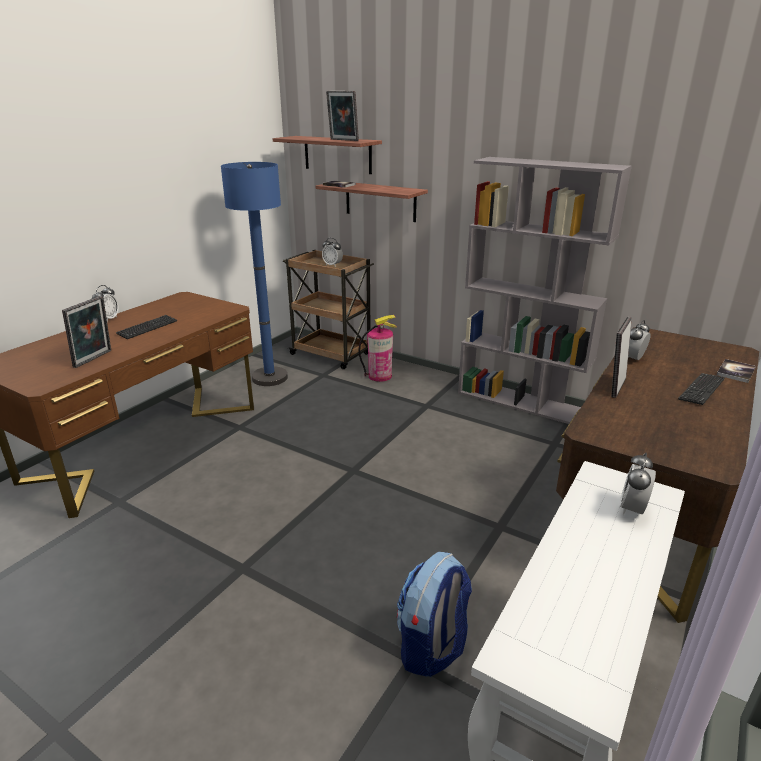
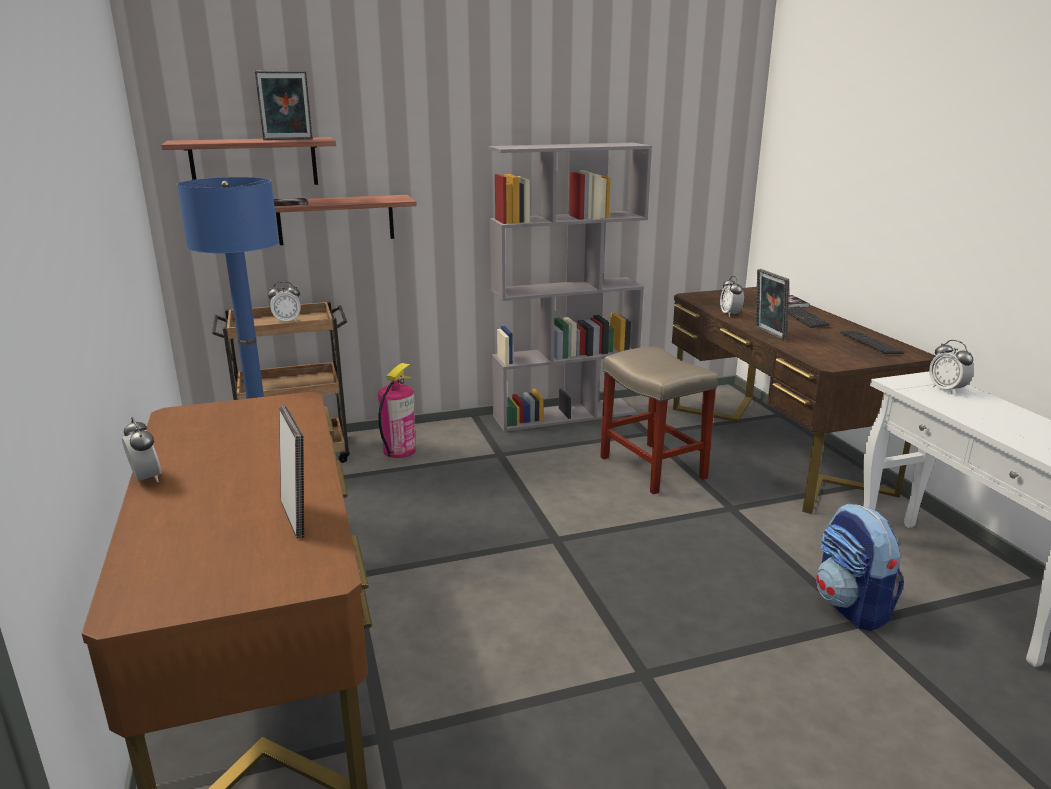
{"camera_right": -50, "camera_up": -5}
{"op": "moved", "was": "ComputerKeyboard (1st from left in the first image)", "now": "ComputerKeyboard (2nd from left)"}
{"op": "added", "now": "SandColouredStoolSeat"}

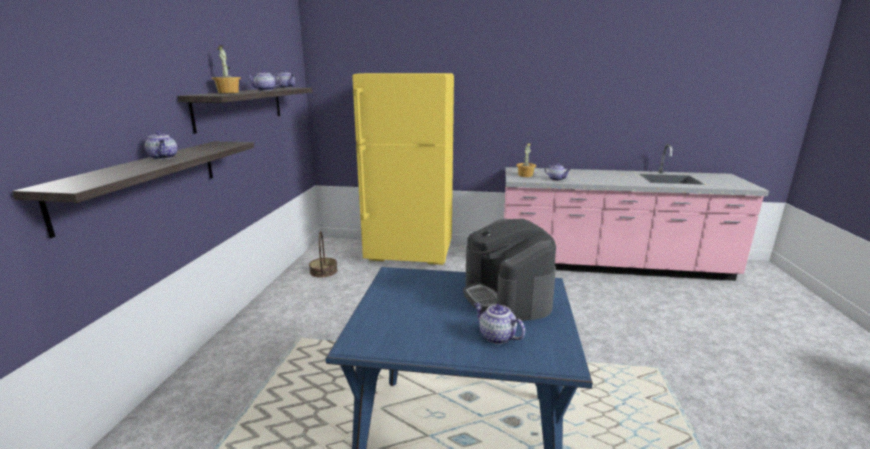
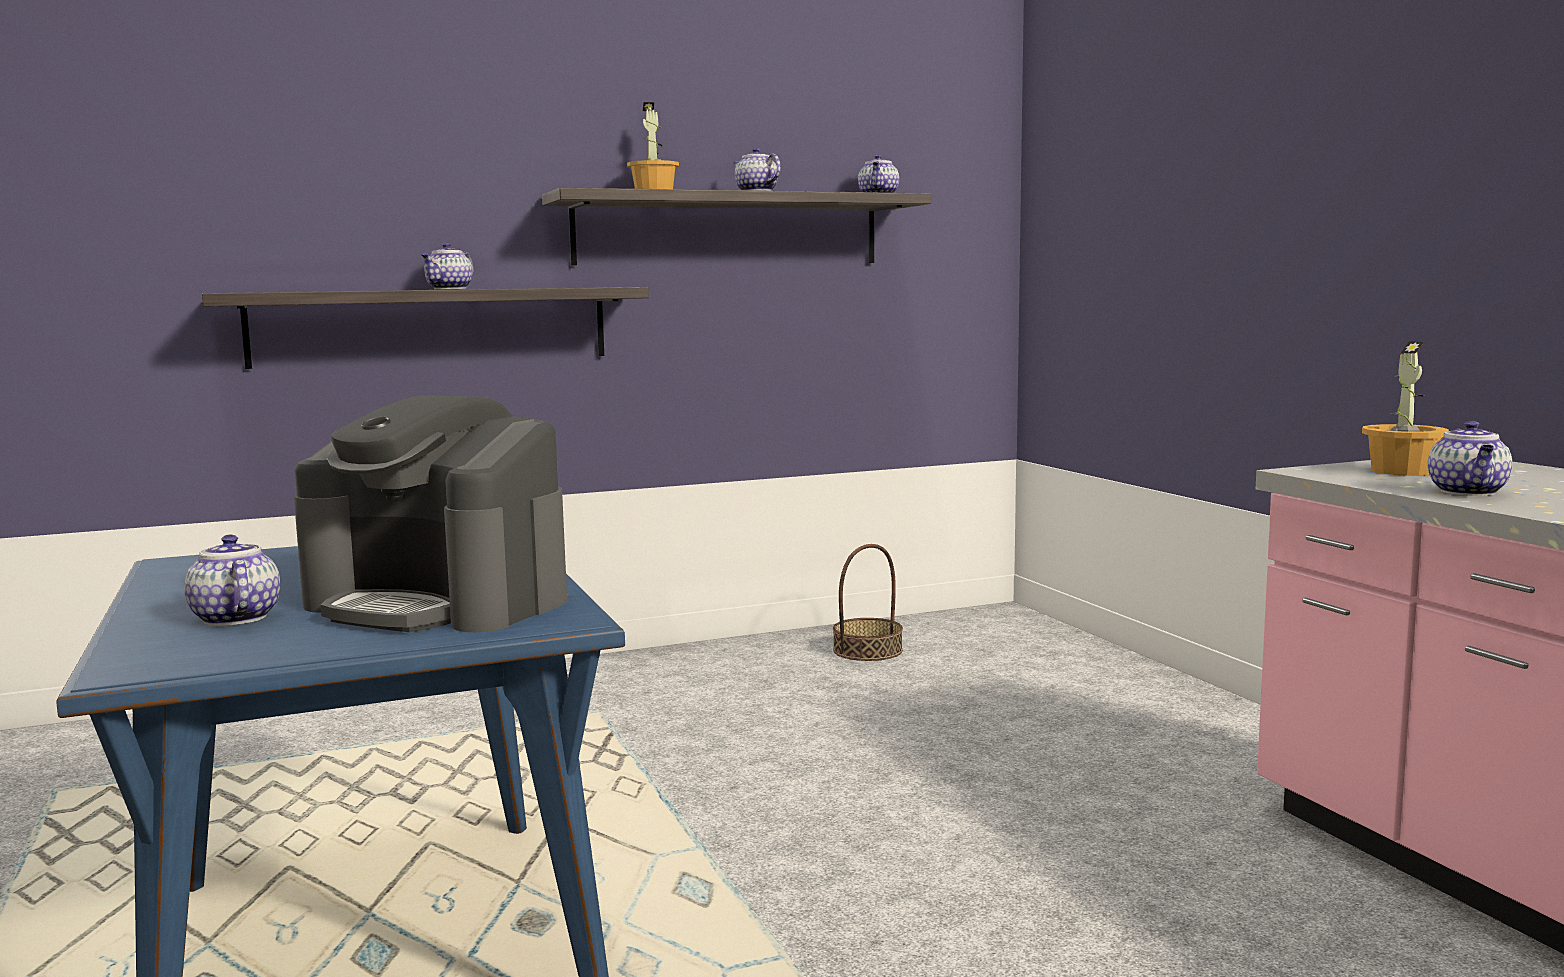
{"camera_right": 60, "camera_up": -10}
{"op": "removed", "was": "YellowColouredRefrigerator"}
{"op": "turned", "was": "CoffeeMachine", "clockwise": -105}
{"op": "turned", "was": "TeaPot (4th from left in the first image)", "clockwise": -45}

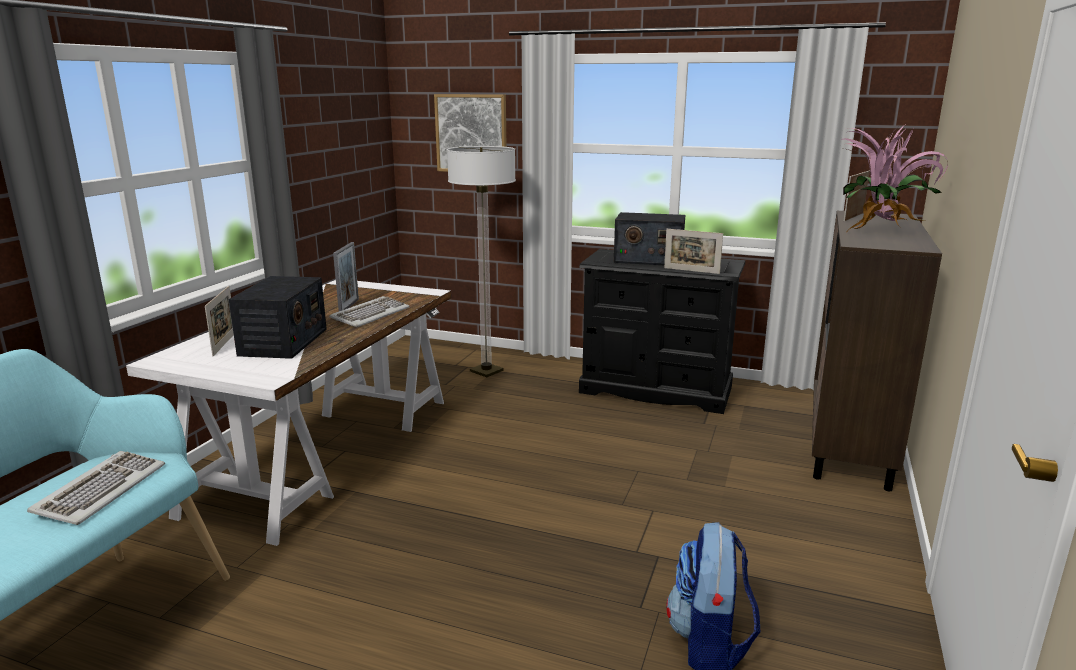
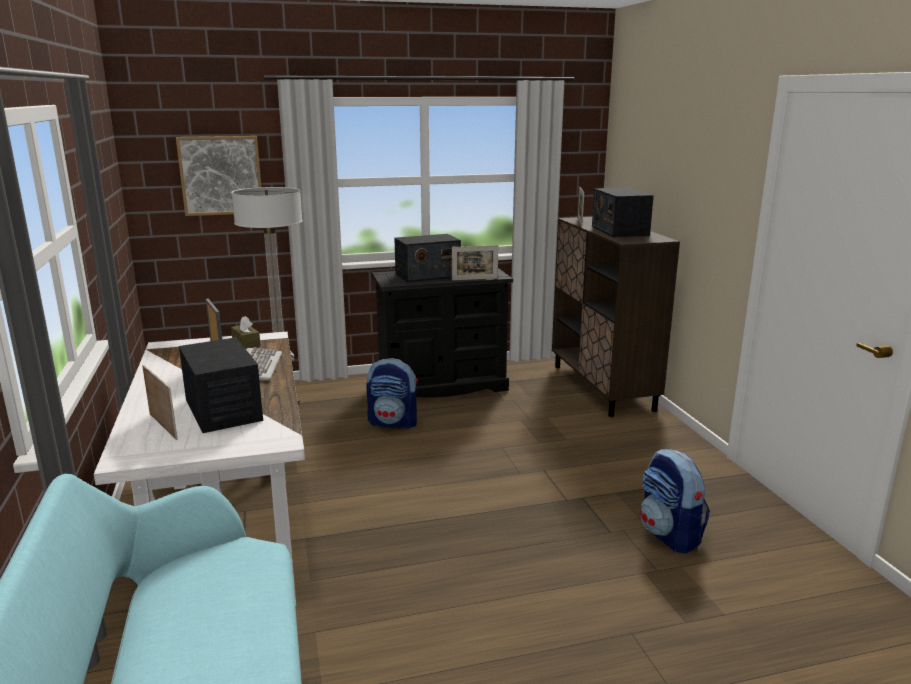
{"camera_right": -35, "camera_up": 0}
{"op": "replaced", "was": "PottedPlant", "now": "Radio (3rd from left)"}
{"op": "removed", "was": "ComputerKeyboard (1st from left)"}
{"op": "added", "now": "BrownColouredTissueBox"}
{"op": "added", "now": "Rucksack (1st from left)"}

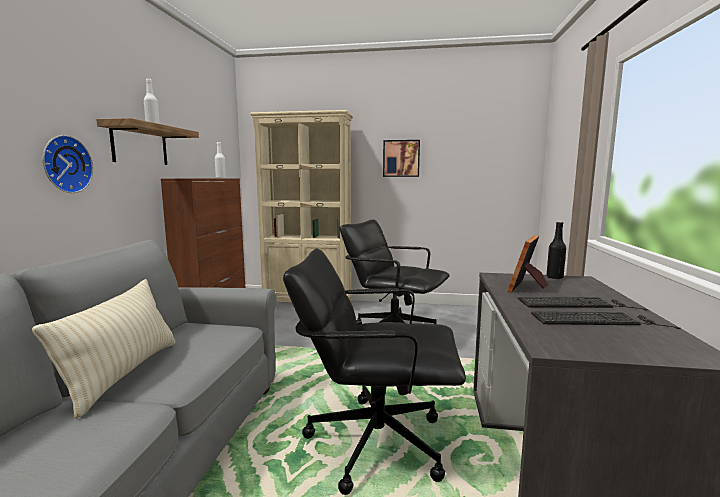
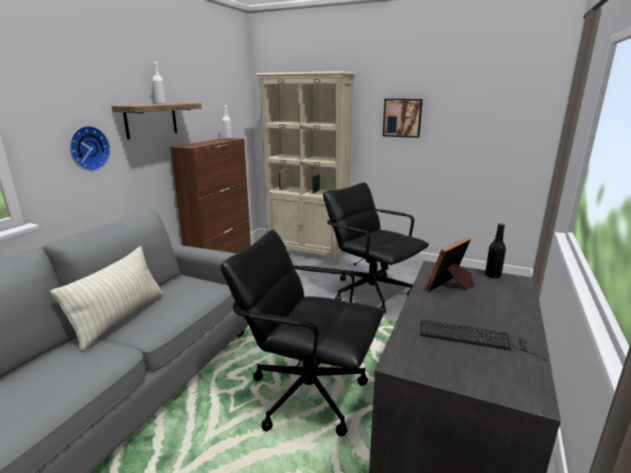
{"camera_right": 15, "camera_up": 10}
{"op": "removed", "was": "ComputerKeyboard (1st from left)"}

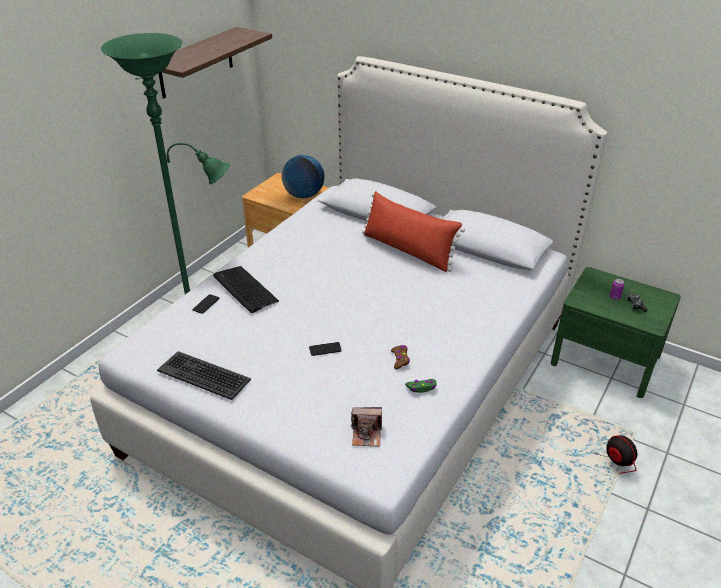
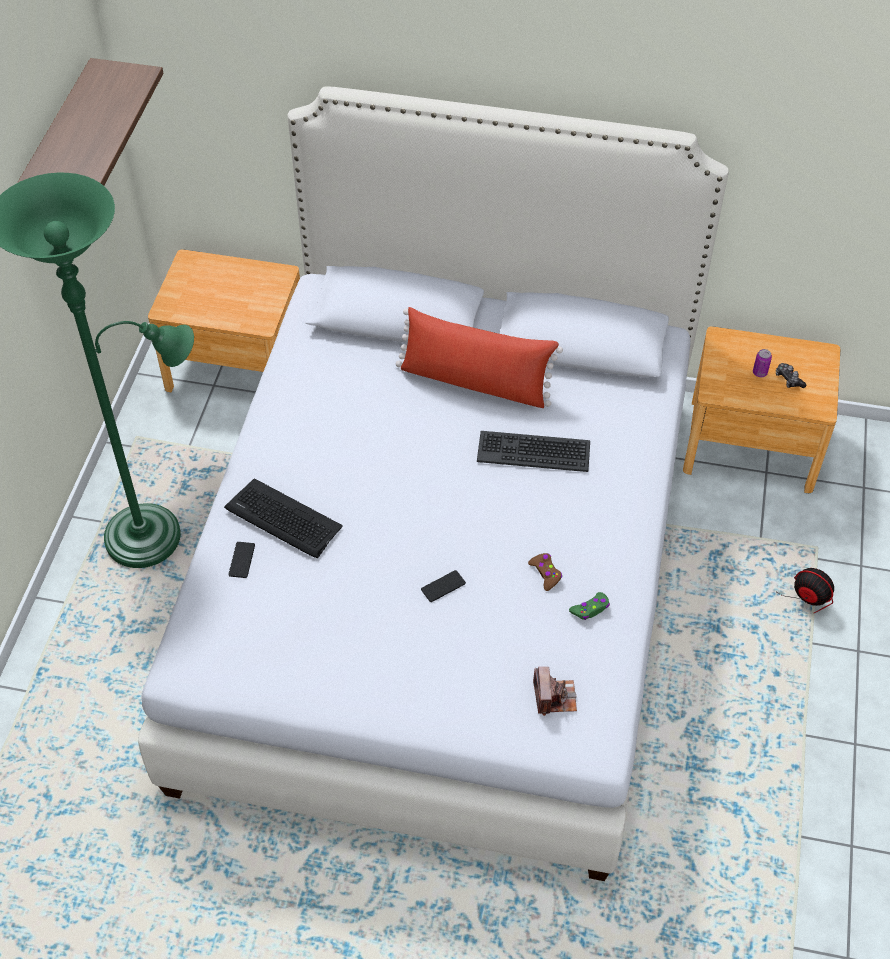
{"camera_right": -20, "camera_up": 15}
{"op": "removed", "was": "Globe"}
{"op": "recoloured", "was": "GreenColouredBedsideTable", "now": "BrownColouredBedsideTable (2nd from left)"}
{"op": "moved", "was": "ComputerKeyboard (1st from left in the first image)", "now": "ComputerKeyboard (2nd from left)"}
{"op": "turned", "was": "StillCamera", "clockwise": -75}

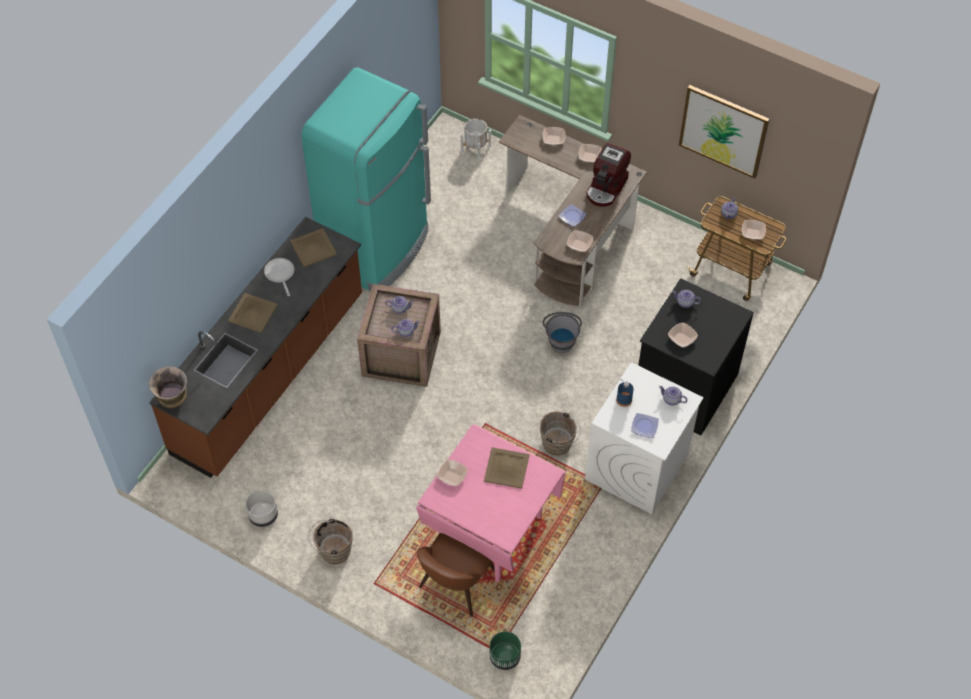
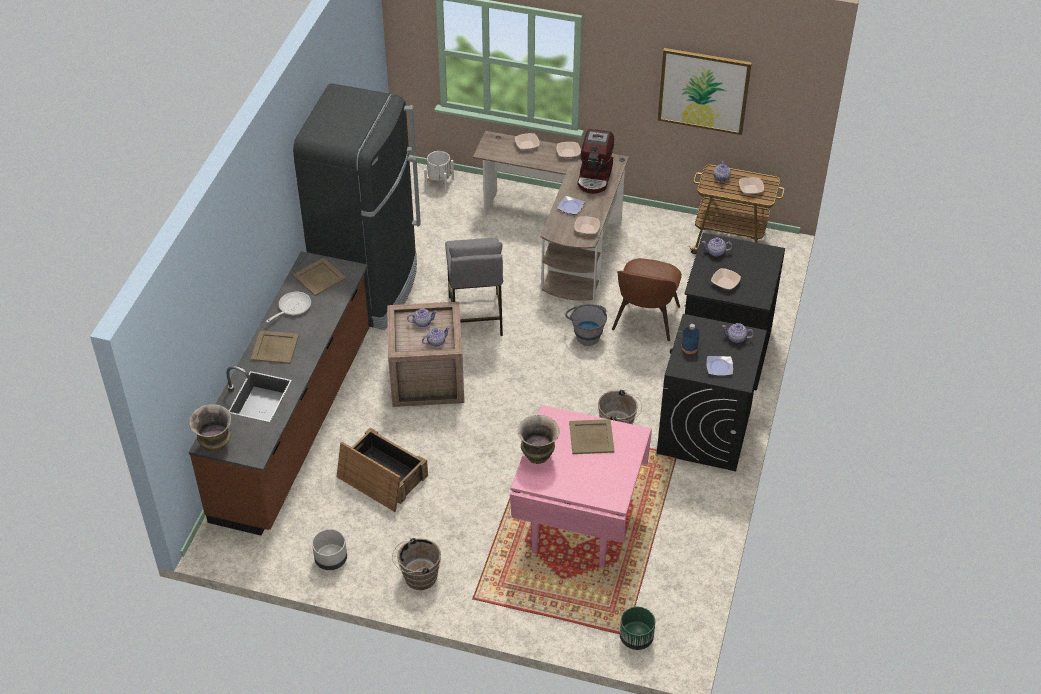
{"camera_right": -15, "camera_up": -10}
{"op": "recoloured", "was": "TurquoiseRefrigerator", "now": "BlackRefrigerator"}
{"op": "turned", "was": "Pan", "clockwise": 75}
{"op": "recoloured", "was": "WhitishLaundryMachine", "now": "BlackLaundryMachine"}
{"op": "replaced", "was": "DeepDish (1st from left)", "now": "FlowerVase (2nd from left)"}
{"op": "moved", "was": "BrownColouredChair"}
{"op": "added", "now": "GrayStoolSeat"}
{"op": "added", "now": "ShippingCrate (1st from left)"}

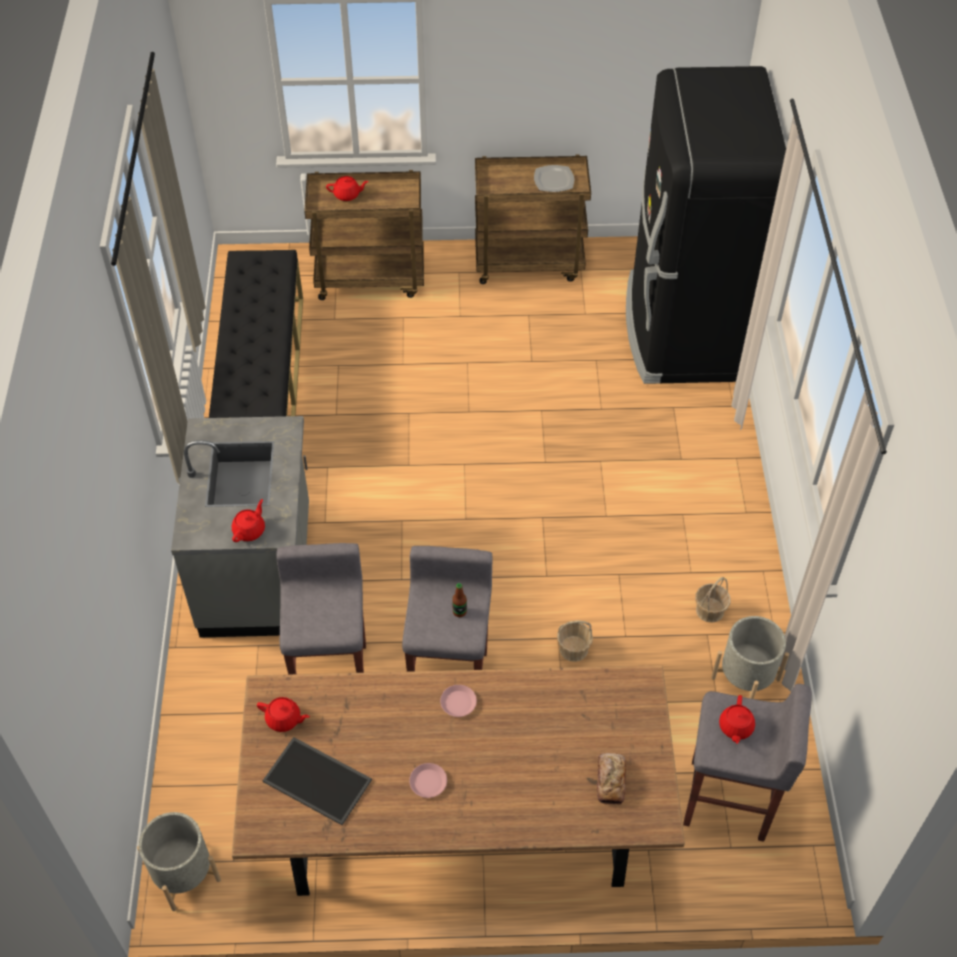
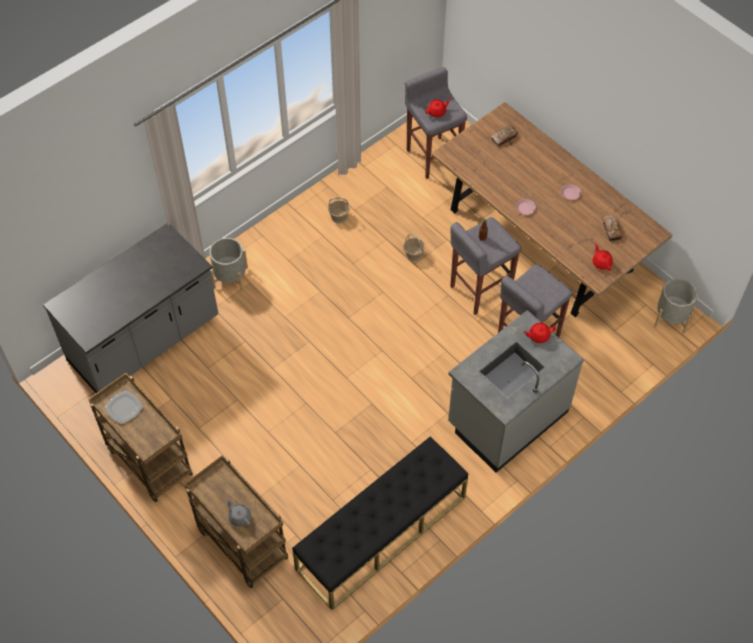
{"camera_right": -130, "camera_up": 5}
{"op": "replaced", "was": "BlackRefrigerator", "now": "GrayKitchenBaseUnit (1st from left)"}
{"op": "recoloured", "was": "RedTeaPot (3rd from left)", "now": "GrayTeaPot"}
{"op": "moved", "was": "GrayPlanter (2nd from left in the first image)", "now": "GrayPlanter (1st from left)"}
{"op": "replaced", "was": "CarryingTray", "now": "BakedBread (2nd from left)"}

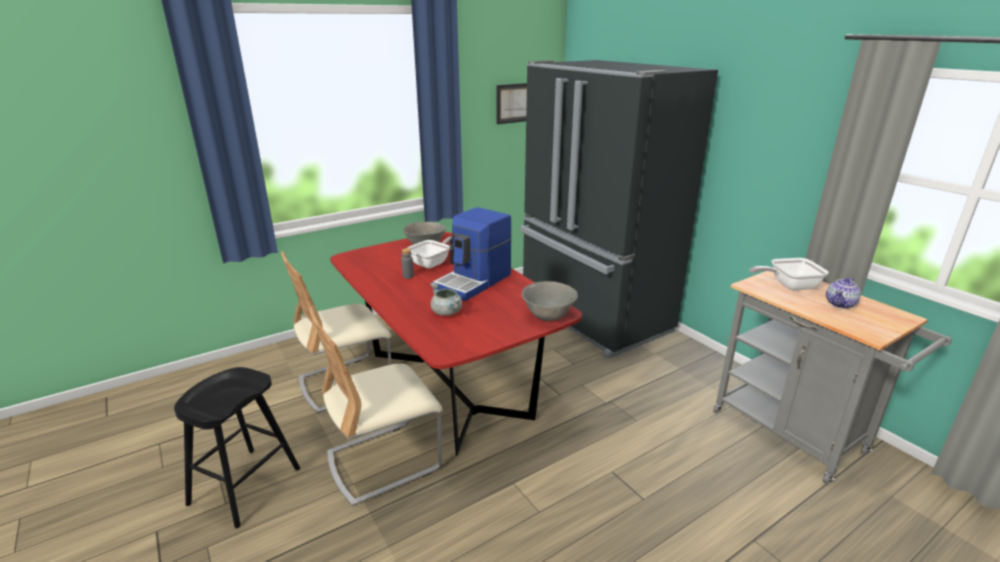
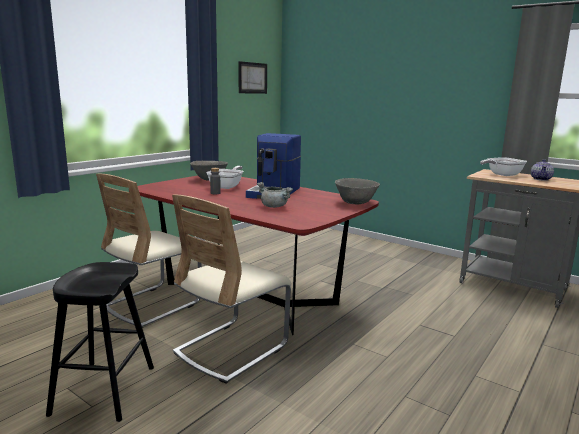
{"camera_right": -20, "camera_up": -10}
{"op": "removed", "was": "BlackRefrigerator"}

